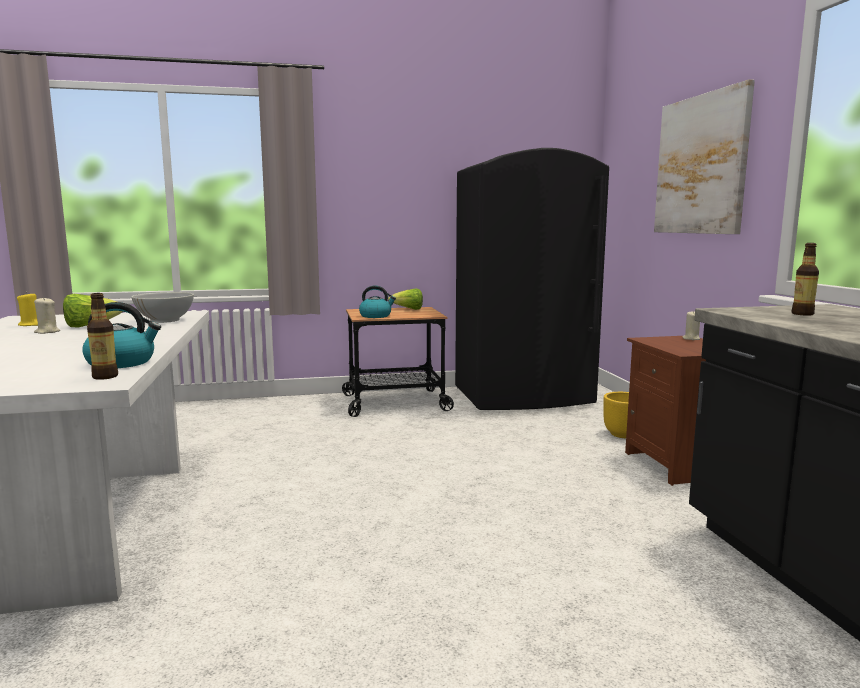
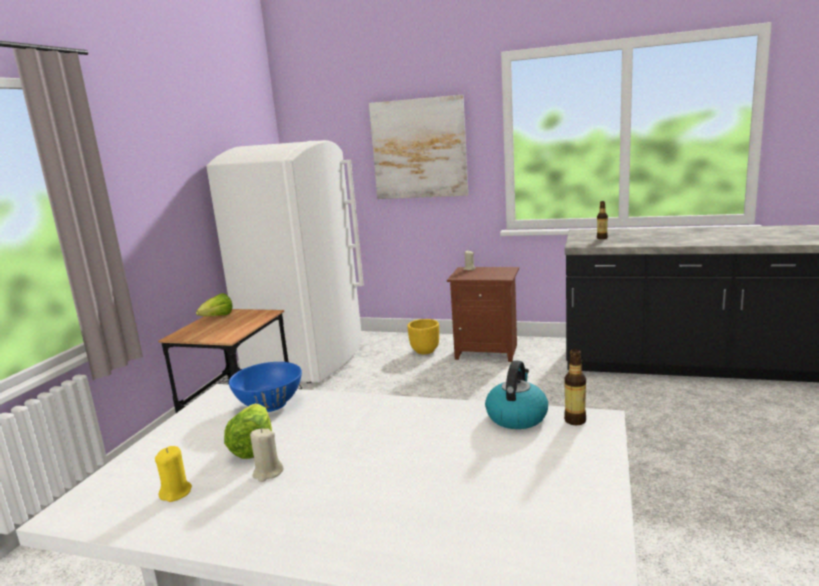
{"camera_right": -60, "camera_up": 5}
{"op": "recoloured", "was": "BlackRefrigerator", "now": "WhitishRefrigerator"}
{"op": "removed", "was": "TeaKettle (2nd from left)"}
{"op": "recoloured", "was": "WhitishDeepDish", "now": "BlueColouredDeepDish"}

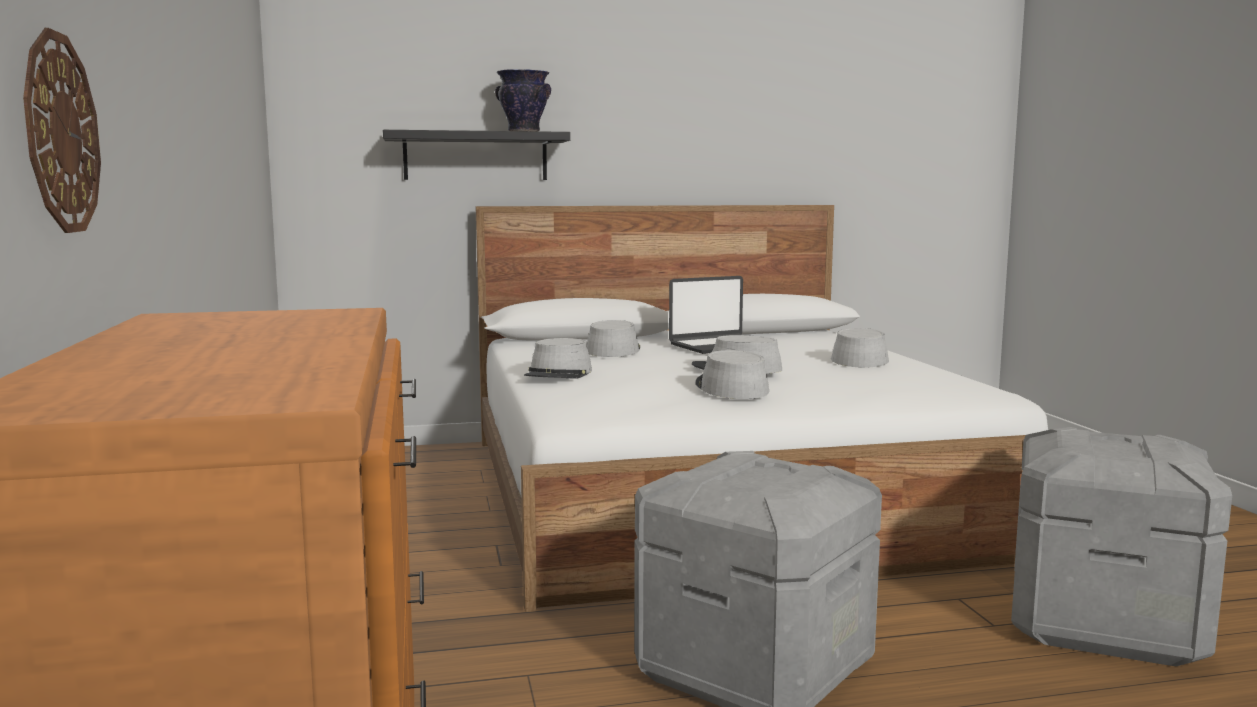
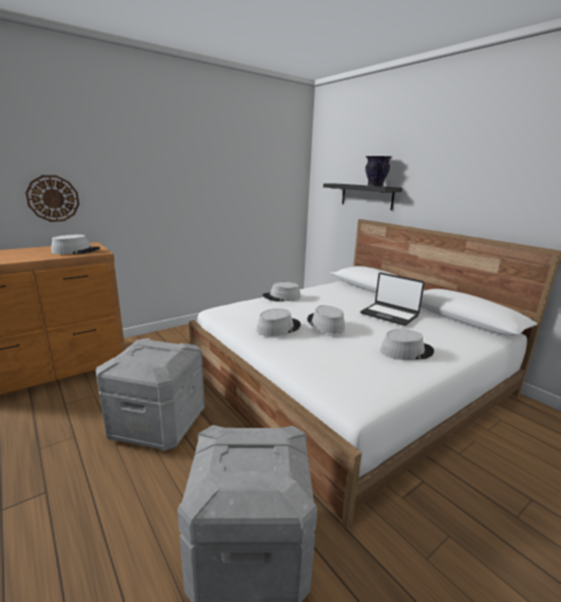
{"camera_right": 65, "camera_up": 10}
{"op": "moved", "was": "GrayClothingHat (2nd from left in the first image)", "now": "GrayClothingHat (1st from left)"}

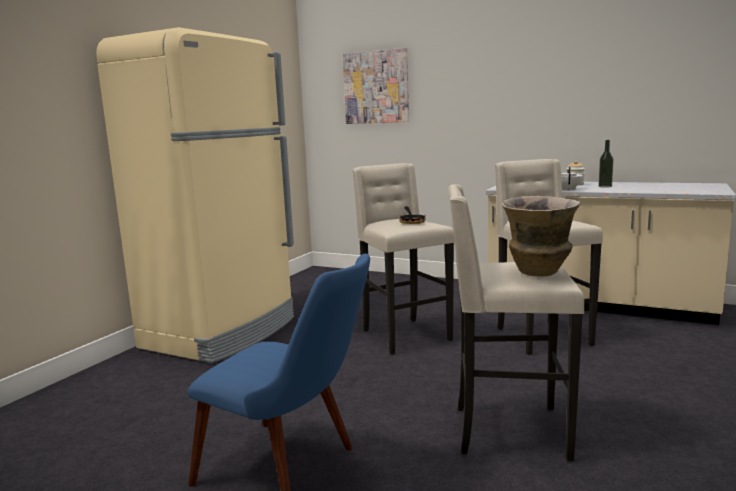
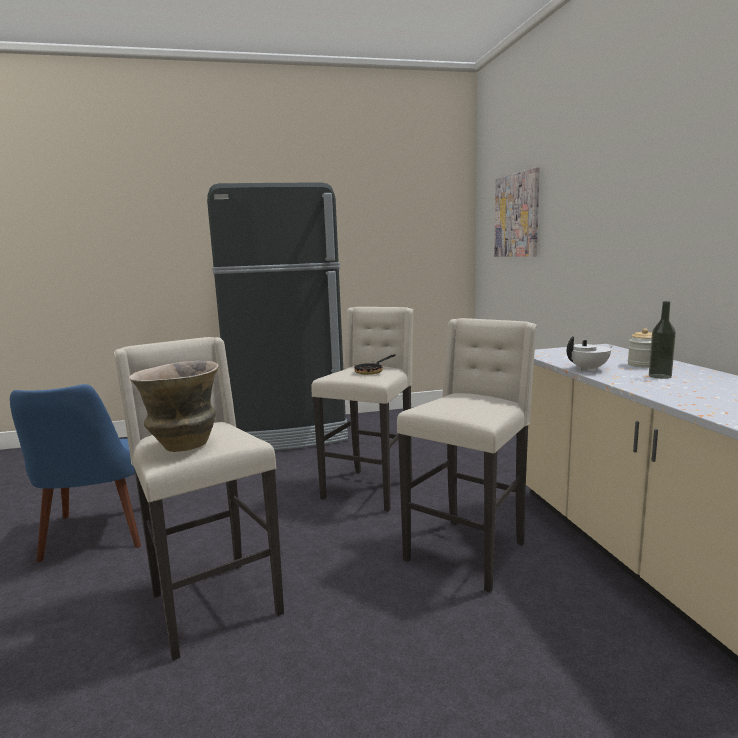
{"camera_right": 50, "camera_up": 0}
{"op": "recoloured", "was": "SandColouredRefrigerator", "now": "BlackRefrigerator"}

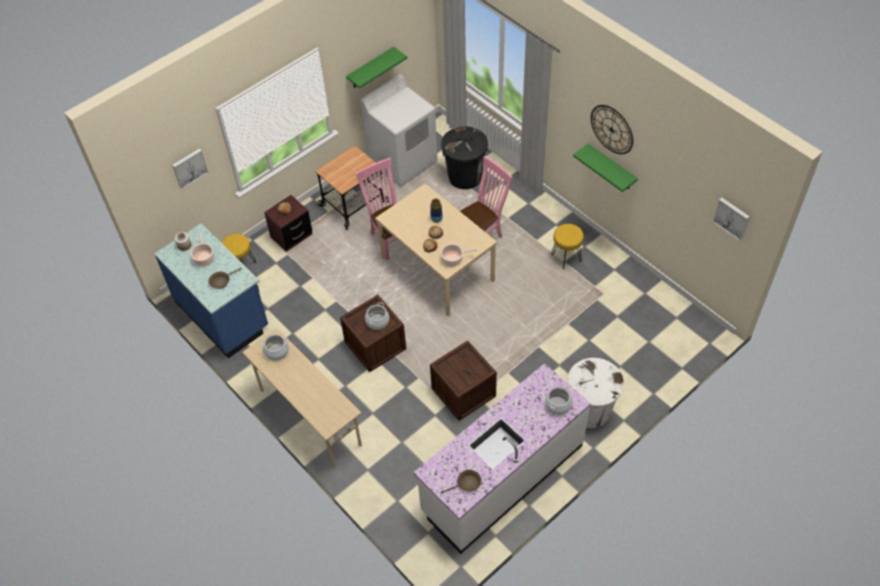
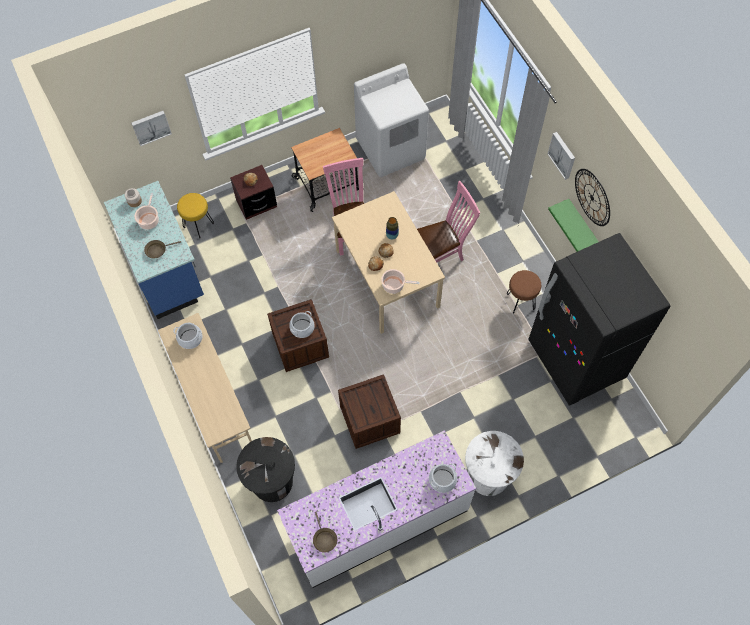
{"camera_right": 15, "camera_up": 10}
{"op": "removed", "was": "GreenColouredWallShelf (1st from left)"}
{"op": "moved", "was": "BlackWasteBin"}
{"op": "moved", "was": "WallPicture (2nd from left)"}
{"op": "recoloured", "was": "YellowColouredStoolSeat (2nd from left)", "now": "BrownColouredStoolSeat"}
{"op": "turned", "was": "BrownColouredPan (2nd from left)", "clockwise": 75}
{"op": "added", "now": "BlackRefrigerator"}

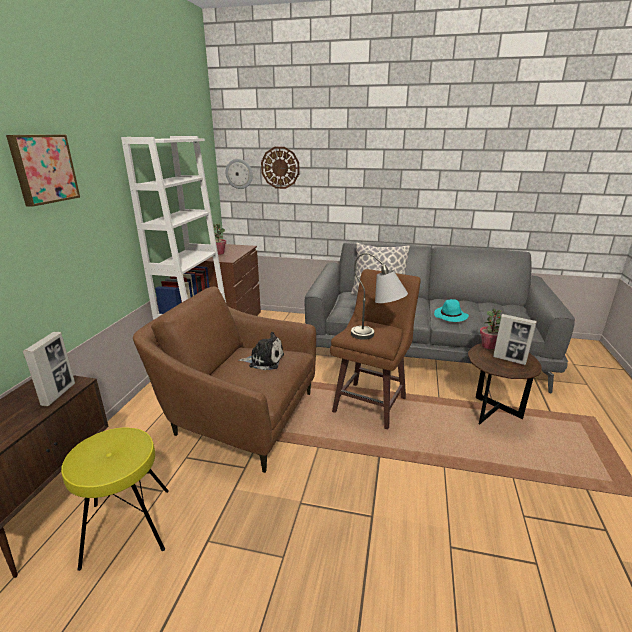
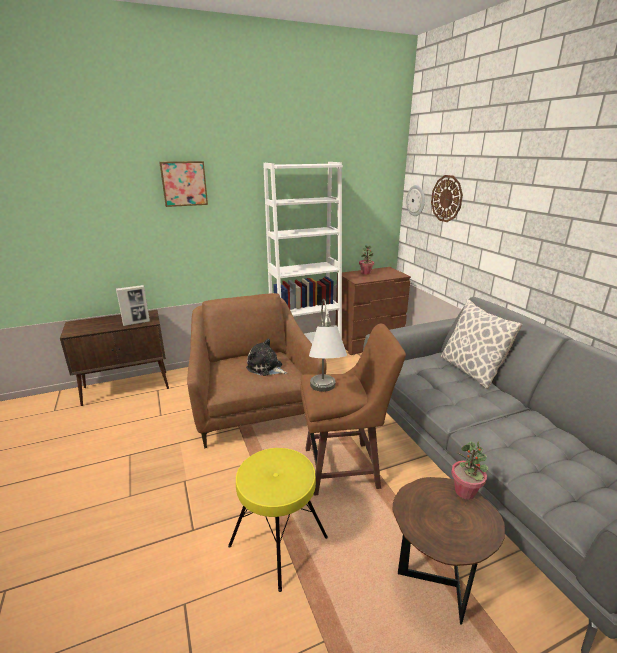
{"camera_right": 55, "camera_up": 0}
{"op": "removed", "was": "TurquoiseClothingHat"}
{"op": "removed", "was": "PhotoFrame (2nd from left)"}
{"op": "turned", "was": "PlushToy", "clockwise": 150}
{"op": "moved", "was": "YellowColouredStoolSeat"}

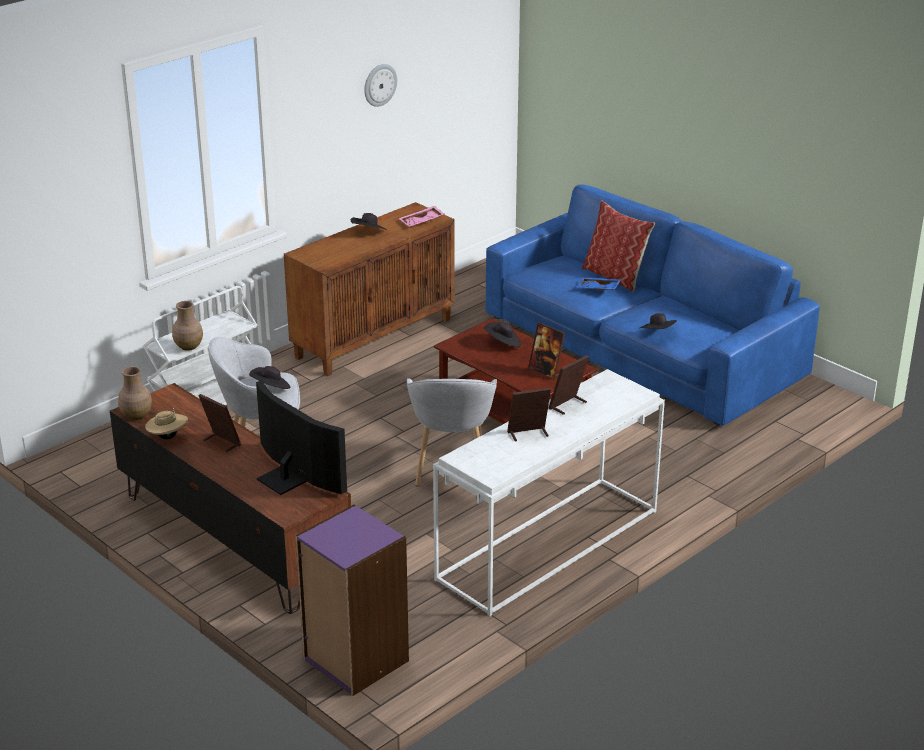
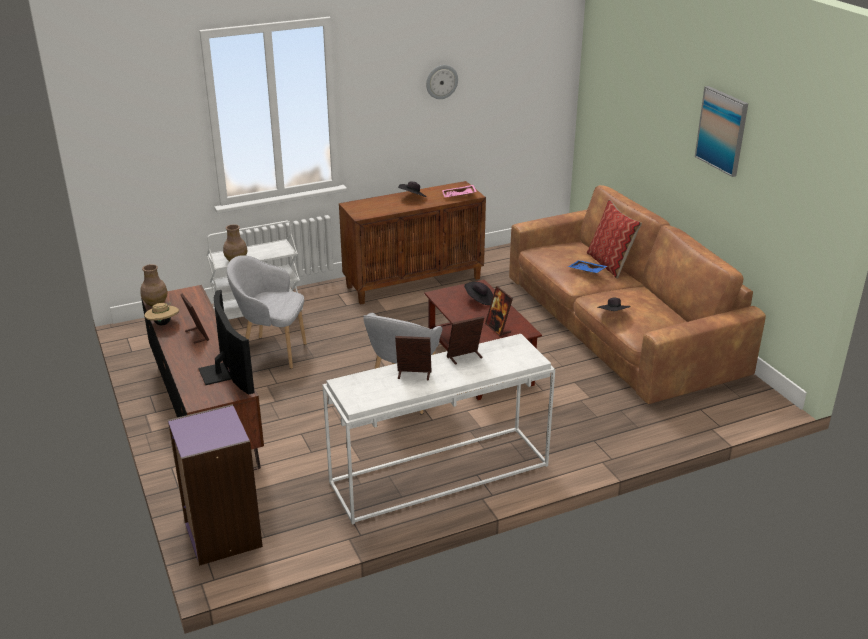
{"camera_right": 20, "camera_up": 0}
{"op": "recoloured", "was": "BlueColouredSofa", "now": "BrownColouredSofa"}
{"op": "removed", "was": "BlackClothingHat (1st from left)"}
{"op": "added", "now": "WallPicture"}

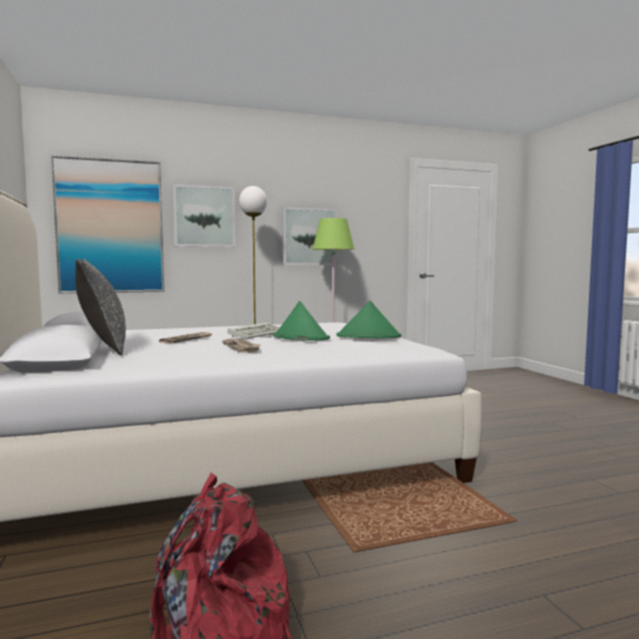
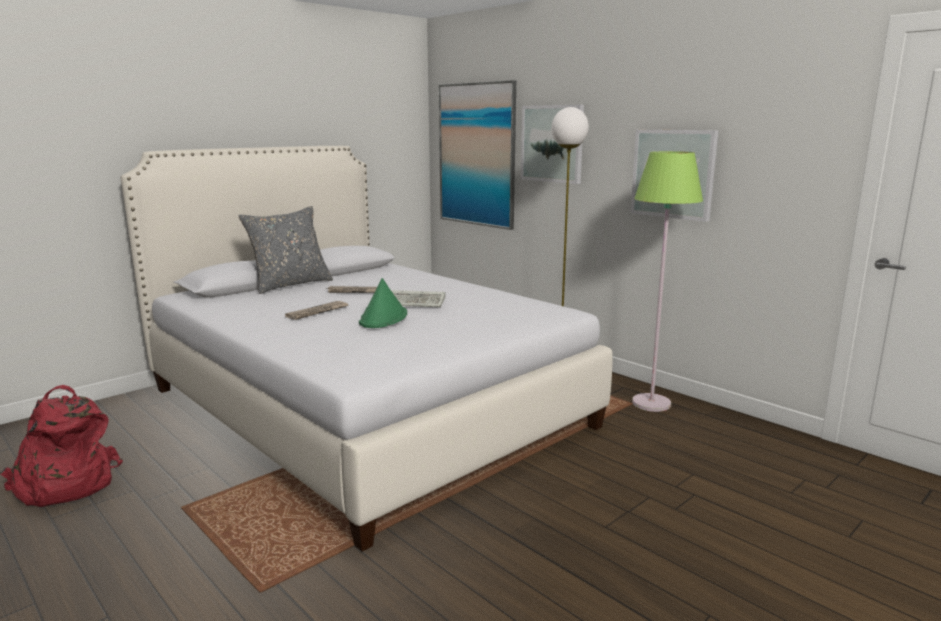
{"camera_right": 65, "camera_up": 10}
{"op": "removed", "was": "GreenColouredClothingHat (2nd from left)"}

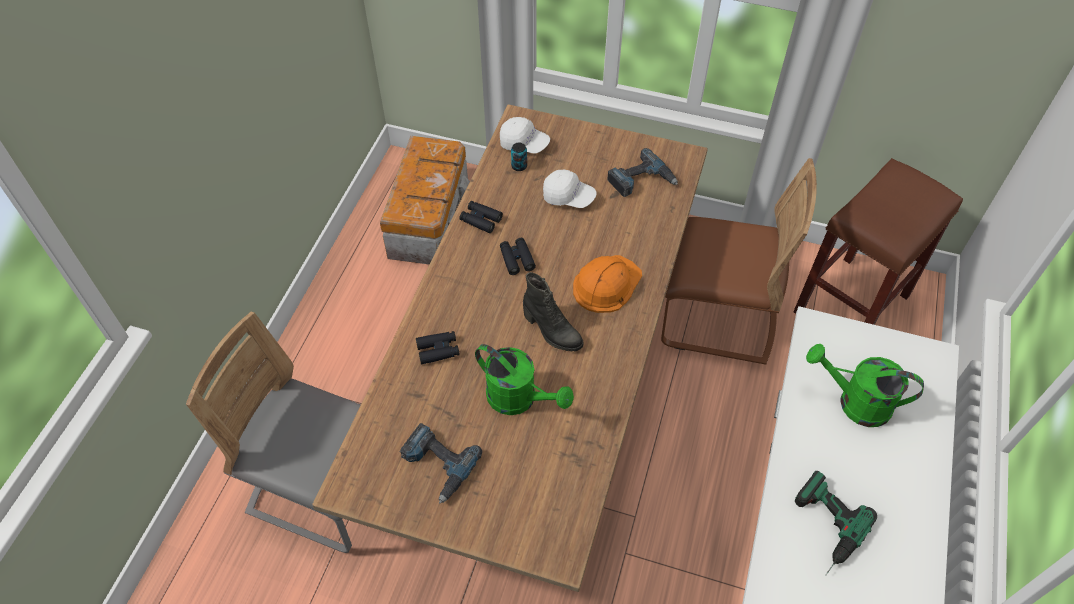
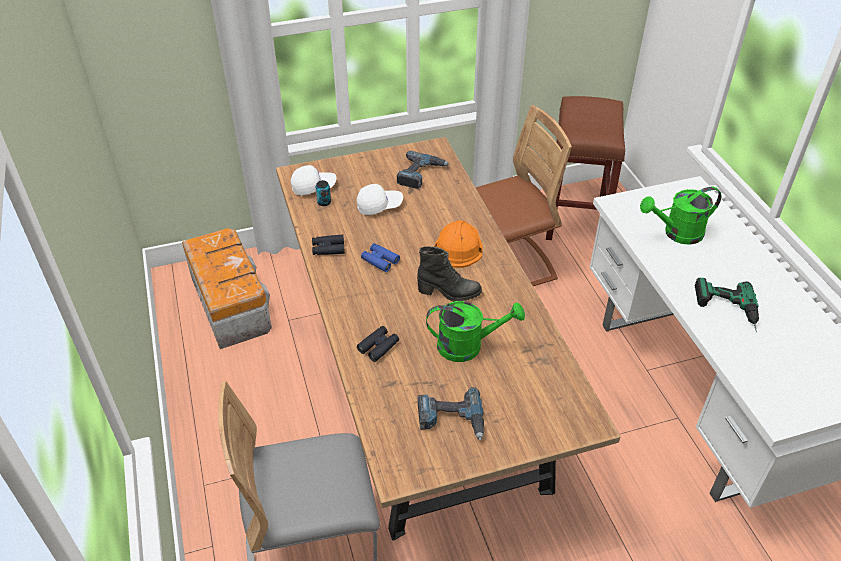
{"camera_right": -35, "camera_up": -10}
{"op": "recoloured", "was": "BlackBinoculars (3rd from left)", "now": "BlueColouredBinoculars"}

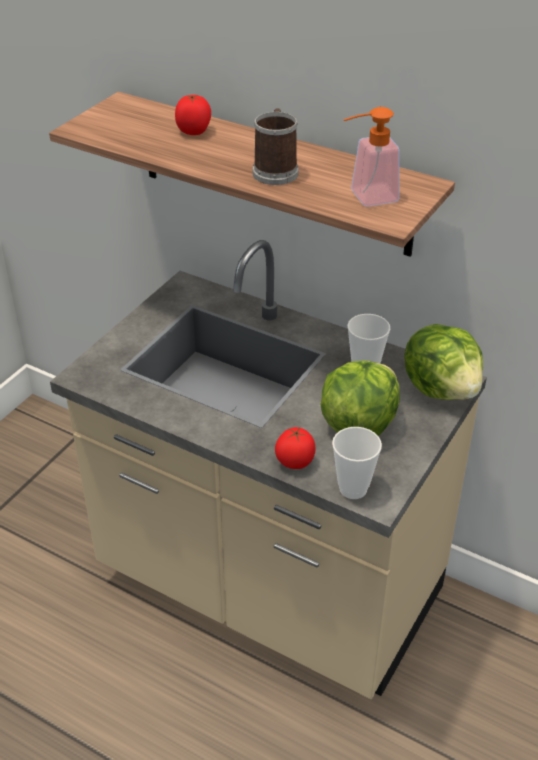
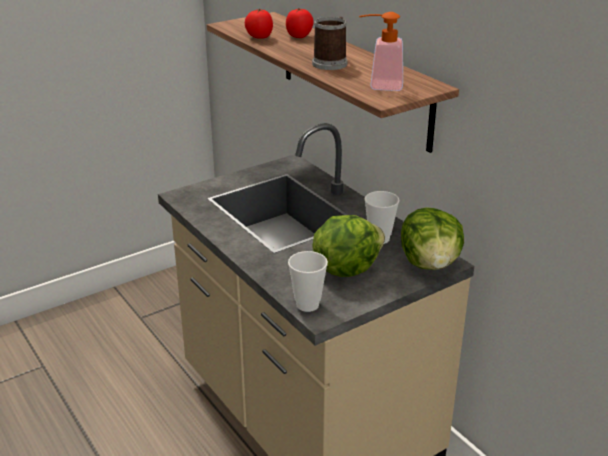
{"camera_right": 25, "camera_up": -10}
{"op": "moved", "was": "FreshTomato (2nd from left in the first image)", "now": "FreshTomato (1st from left)"}

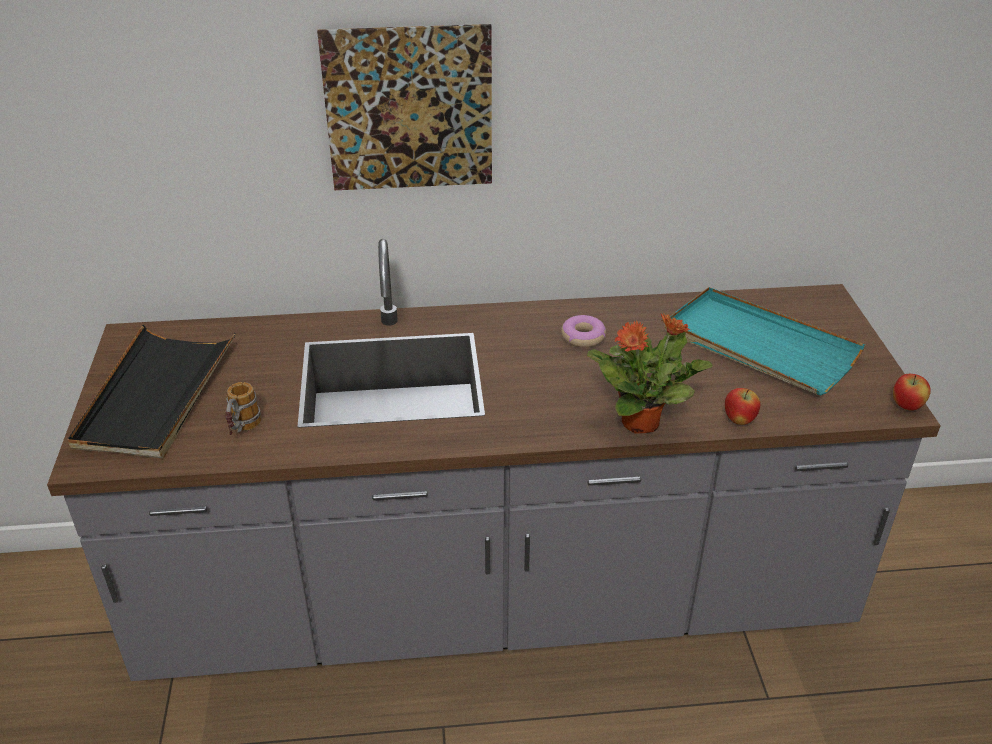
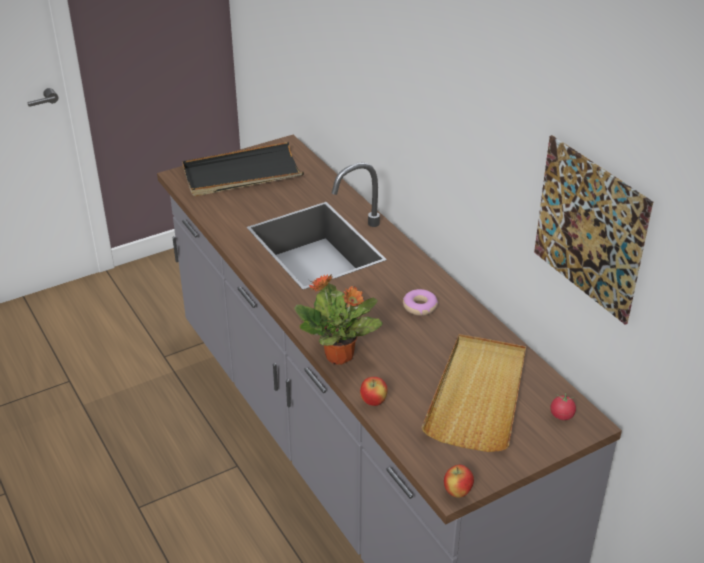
{"camera_right": 65, "camera_up": 0}
{"op": "moved", "was": "WallPicture"}
{"op": "recoloured", "was": "TurquoiseCarryingTray", "now": "SandColouredCarryingTray"}
{"op": "removed", "was": "CoffeeMug"}
{"op": "added", "now": "FreshTomato"}

